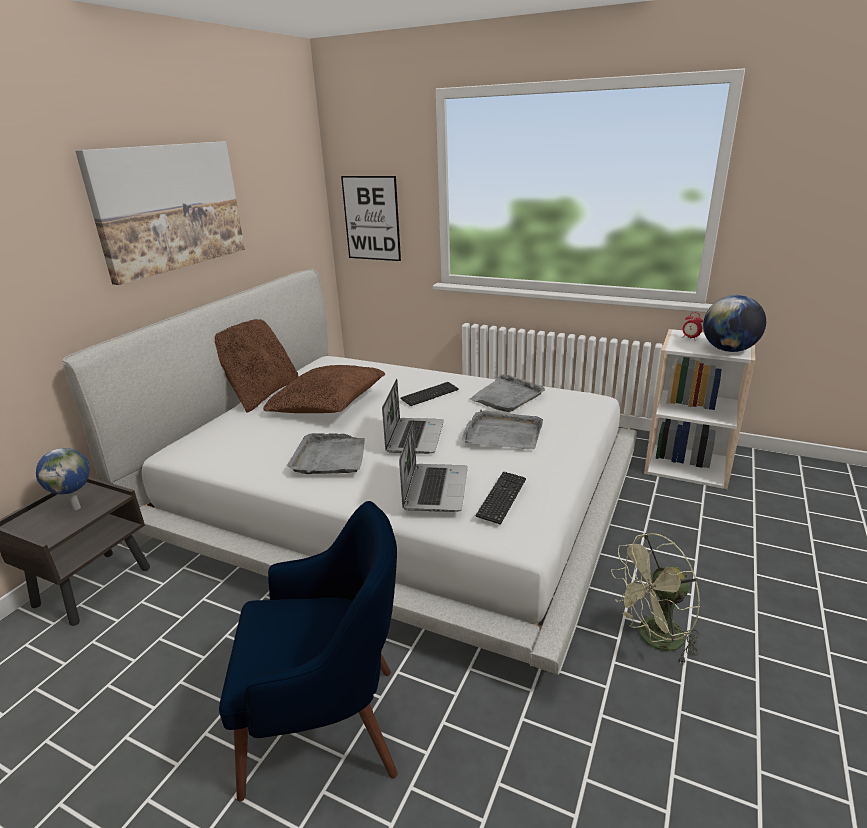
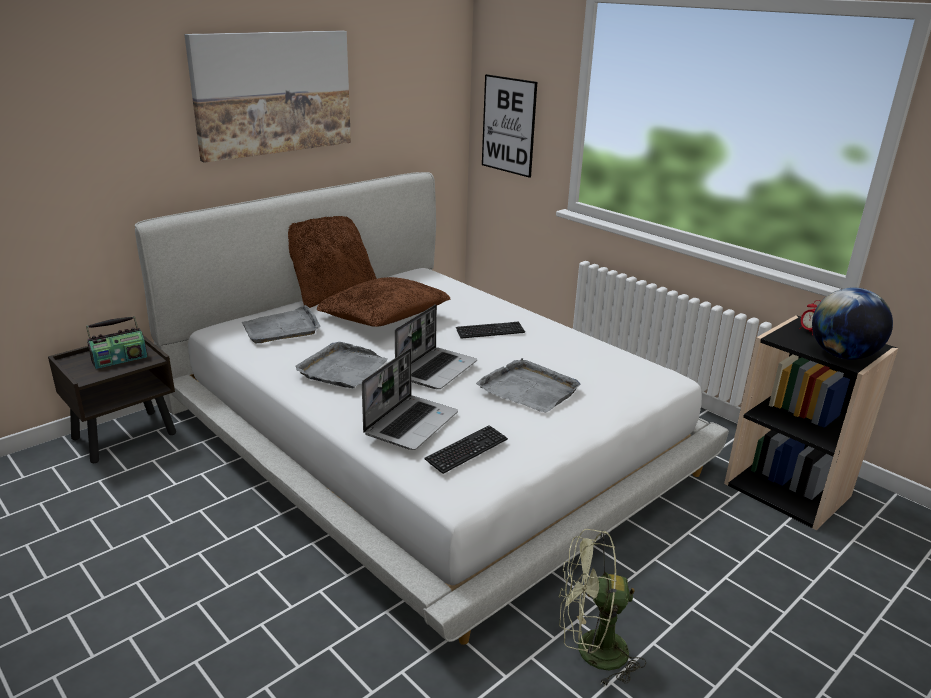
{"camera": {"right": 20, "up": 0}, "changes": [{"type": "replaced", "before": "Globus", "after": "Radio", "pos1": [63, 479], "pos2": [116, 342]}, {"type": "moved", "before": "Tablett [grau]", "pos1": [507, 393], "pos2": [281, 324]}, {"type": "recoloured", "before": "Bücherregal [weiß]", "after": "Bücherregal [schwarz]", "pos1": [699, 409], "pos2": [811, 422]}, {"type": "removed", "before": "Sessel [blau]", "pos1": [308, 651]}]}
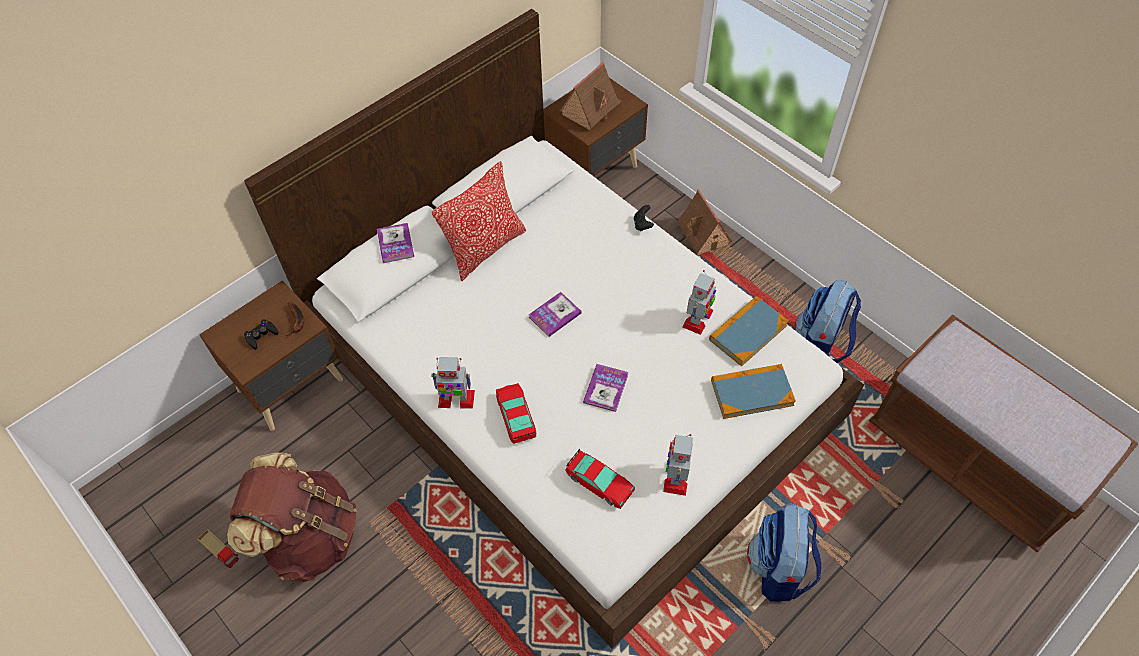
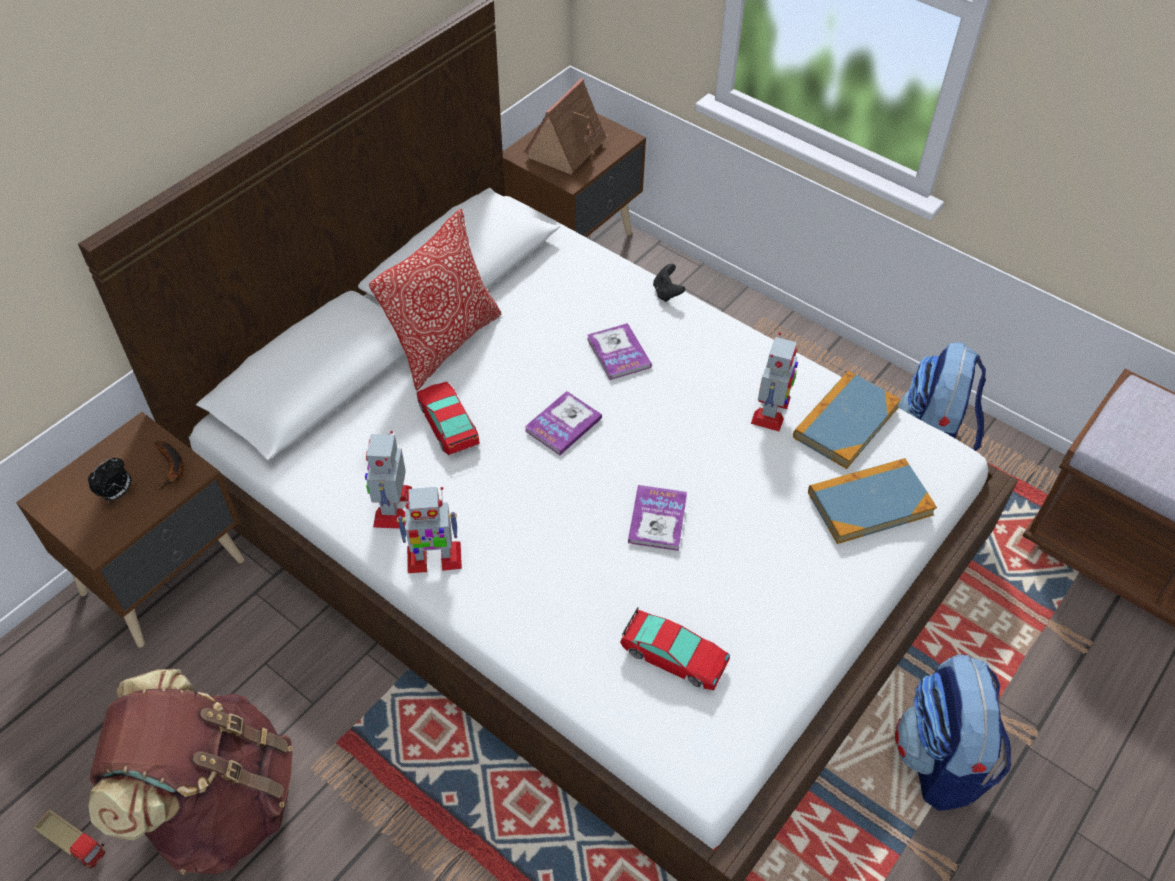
{"camera": {"right": -10, "up": -5}, "changes": [{"type": "replaced", "before": "Gamepad [schwarz]", "after": "Wecker", "pos1": [261, 334], "pos2": [109, 480]}, {"type": "moved", "before": "Spielzeugroboter", "pos1": [678, 465], "pos2": [388, 480]}, {"type": "moved", "before": "Spielzeugauto", "pos1": [516, 413], "pos2": [448, 418]}, {"type": "moved", "before": "Buch", "pos1": [395, 243], "pos2": [619, 351]}, {"type": "removed", "before": "Spielzeughaus", "pos1": [705, 222]}]}
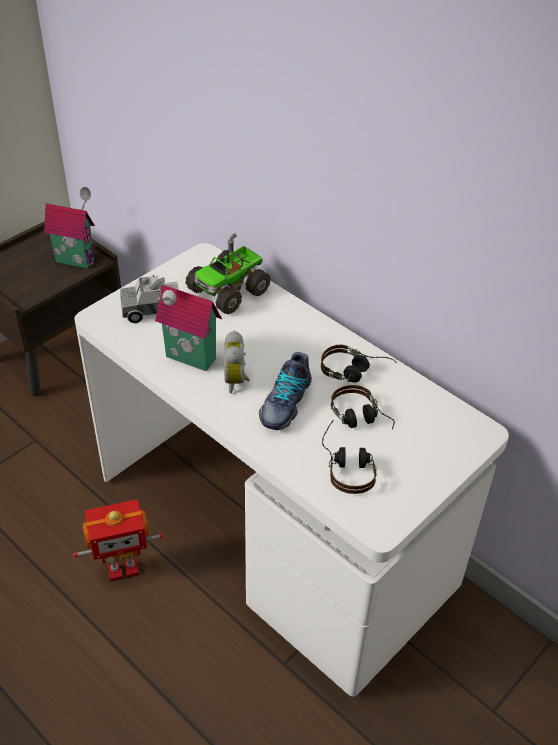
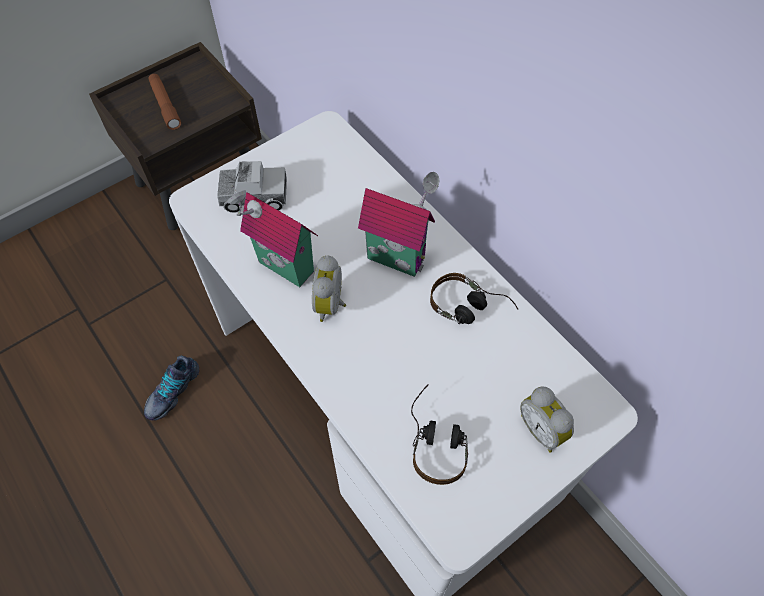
{"camera": {"right": 10, "up": 15}, "changes": [{"type": "moved", "before": "Schuh", "pos1": [285, 391], "pos2": [171, 388]}, {"type": "added", "after": "Taschenlampe [braun]", "pos2": [165, 102]}, {"type": "moved", "before": "Spielzeughaus", "pos1": [69, 227], "pos2": [399, 224]}, {"type": "added", "after": "Wecker", "pos2": [547, 419]}, {"type": "removed", "before": "Spielzeugroboter", "pos1": [118, 540]}, {"type": "removed", "before": "Spielzeuglaster", "pos1": [228, 273]}, {"type": "removed", "before": "Kopfhörer", "pos1": [363, 407]}]}
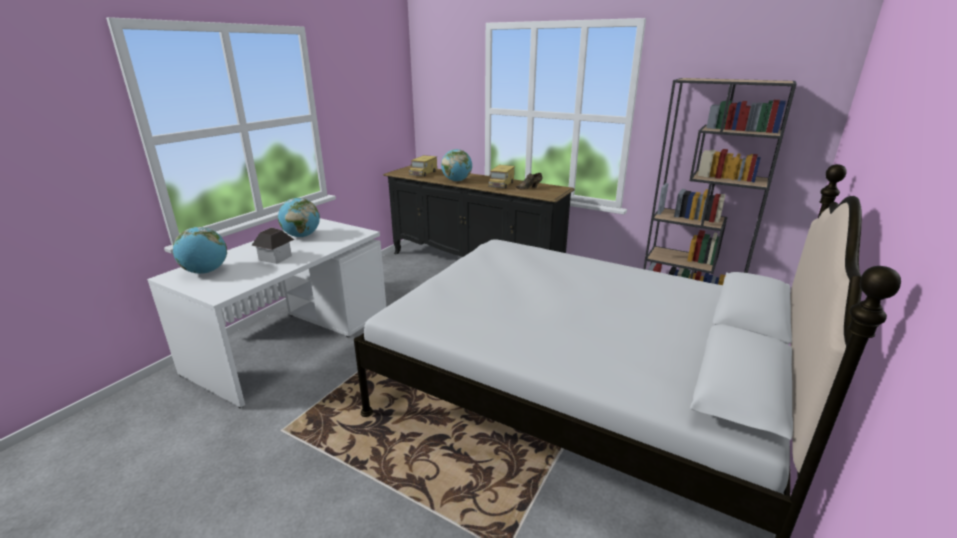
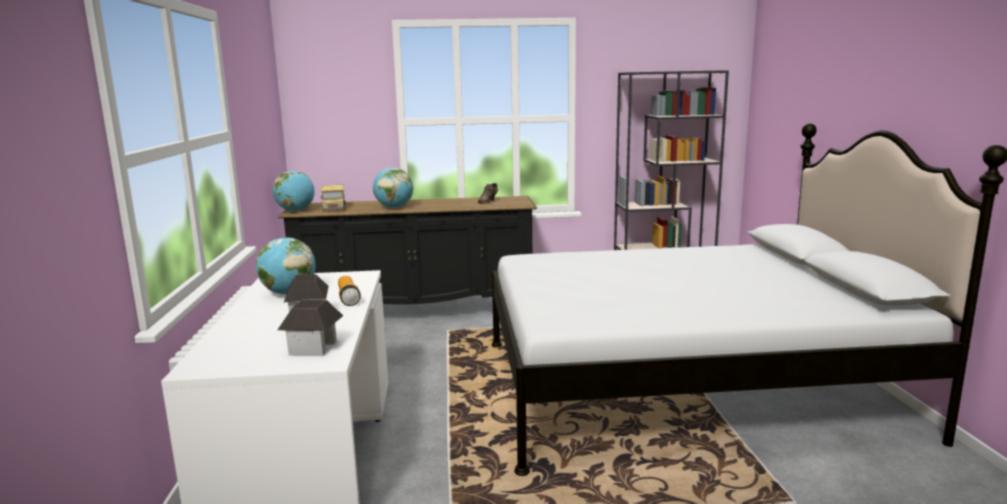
{"camera": {"right": -35, "up": -10}, "changes": [{"type": "moved", "before": "Globus", "pos1": [200, 250], "pos2": [294, 191]}, {"type": "added", "after": "Spielzeughaus", "pos2": [310, 327]}, {"type": "added", "after": "Taschenlampe", "pos2": [349, 291]}, {"type": "removed", "before": "Spielzeuglaster", "pos1": [501, 176]}]}
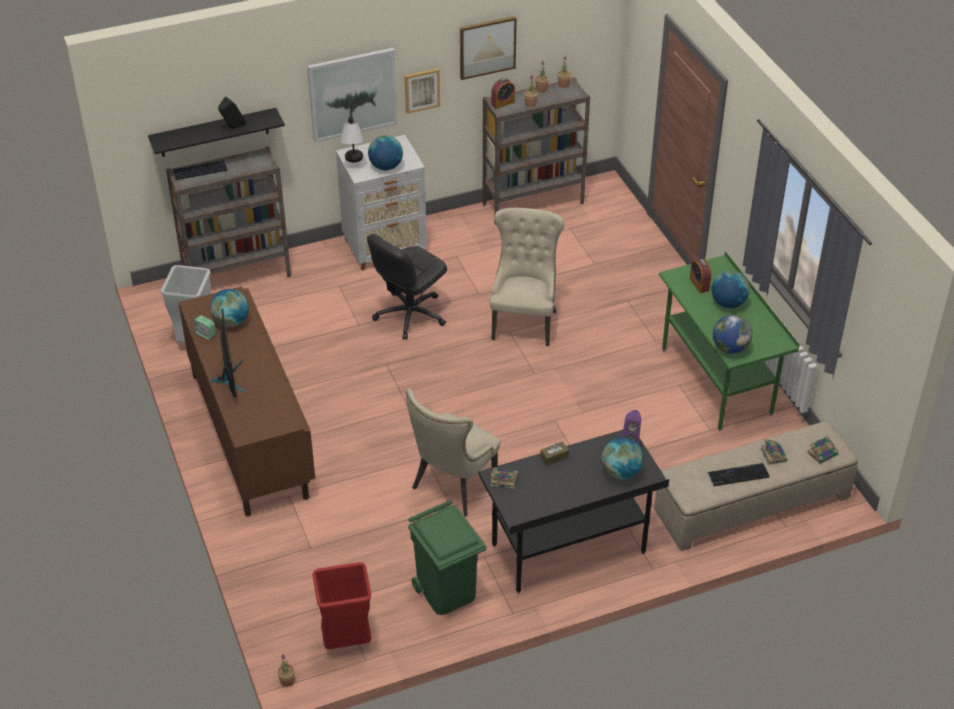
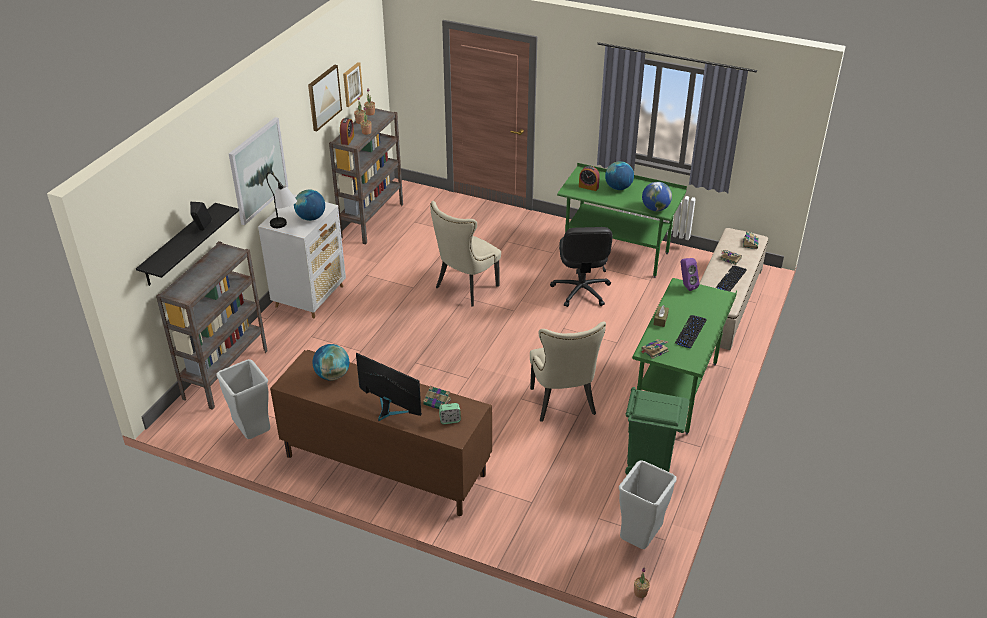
{"camera": {"right": -45, "up": -5}, "changes": [{"type": "moved", "before": "Bild", "pos1": [422, 91], "pos2": [353, 84]}, {"type": "added", "after": "Buch", "pos2": [437, 397]}, {"type": "turned", "before": "Stuhl [beige]", "pos1": [527, 277], "pos2": [465, 254], "turn": -105}, {"type": "moved", "before": "Wecker", "pos1": [204, 327], "pos2": [450, 413]}, {"type": "moved", "before": "Bürostuhl [schwarz]", "pos1": [407, 287], "pos2": [581, 267]}, {"type": "recoloured", "before": "Mülleimer [rot]", "after": "Mülleimer [grau]", "pos1": [342, 605], "pos2": [648, 504]}, {"type": "recoloured", "before": "Schreibtisch [schwarz]", "after": "Schreibtisch [grün]", "pos1": [573, 512], "pos2": [684, 356]}, {"type": "moved", "before": "Tastatur", "pos1": [200, 170], "pos2": [691, 332]}, {"type": "removed", "before": "Globus", "pos1": [622, 458]}]}
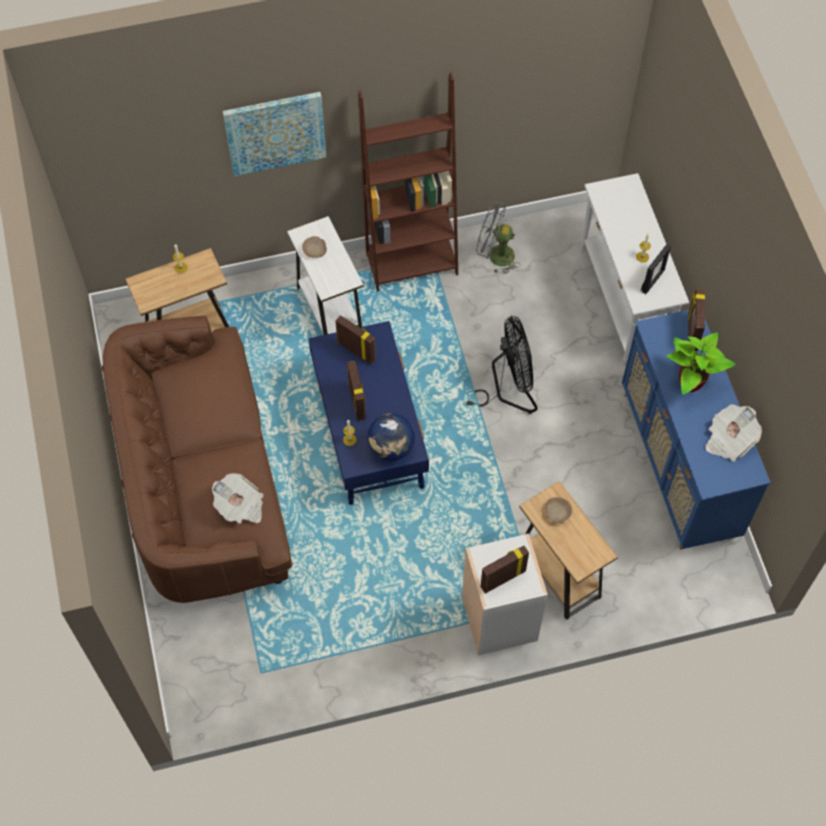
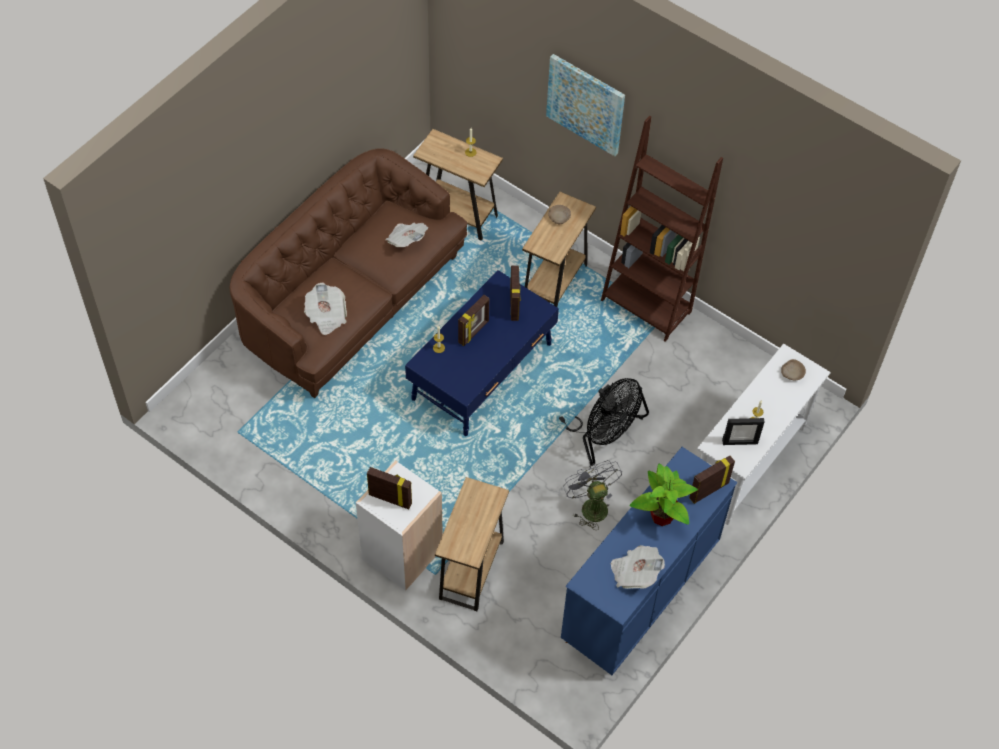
{"camera": {"right": 50, "up": -5}, "changes": [{"type": "added", "after": "Zeitung", "pos2": [406, 235]}, {"type": "recoloured", "before": "Beistelltisch [weiß]", "after": "Beistelltisch [braun]", "pos1": [325, 275], "pos2": [559, 249]}, {"type": "moved", "before": "Ventilator [grau]", "pos1": [498, 237], "pos2": [592, 495]}, {"type": "moved", "before": "Schüssel [beige]", "pos1": [558, 510], "pos2": [793, 369]}, {"type": "removed", "before": "Globus", "pos1": [391, 437]}]}
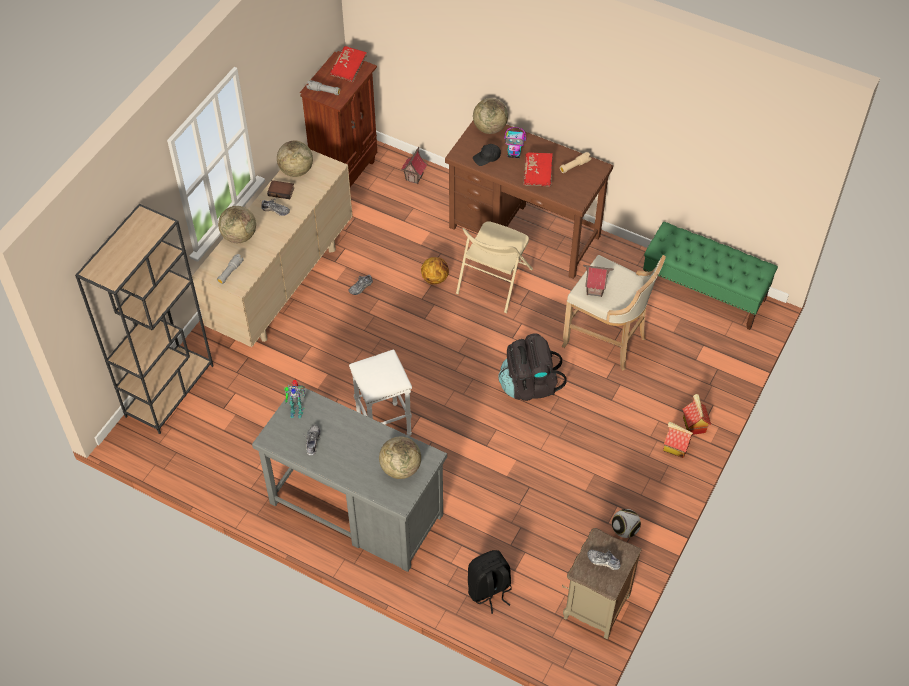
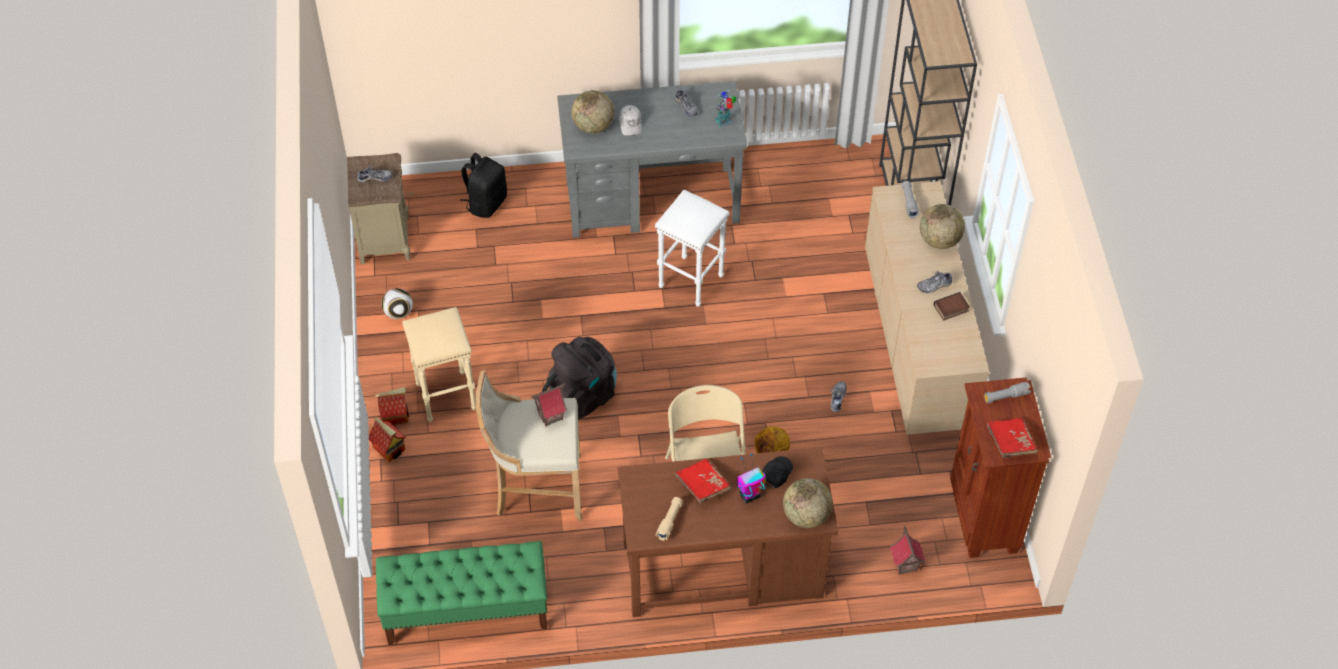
{"camera": {"right": 145, "up": 0}, "changes": [{"type": "added", "after": "Hocker [beige]", "pos2": [439, 364]}, {"type": "added", "after": "Kappe [weiß]", "pos2": [630, 120]}, {"type": "removed", "before": "Globus", "pos1": [295, 159]}]}
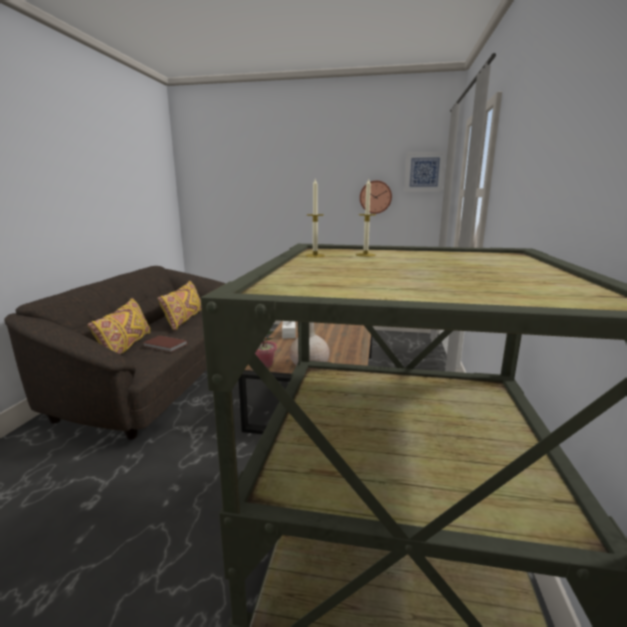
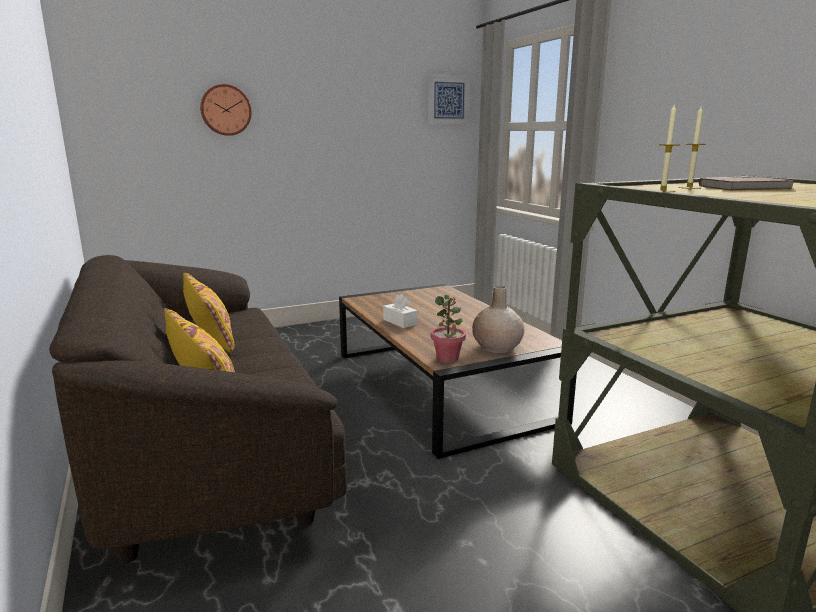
{"camera": {"right": -35, "up": 0}, "changes": [{"type": "moved", "before": "Wanduhr", "pos1": [376, 197], "pos2": [225, 110]}, {"type": "moved", "before": "Buch [braun]", "pos1": [165, 343], "pos2": [747, 183]}]}
